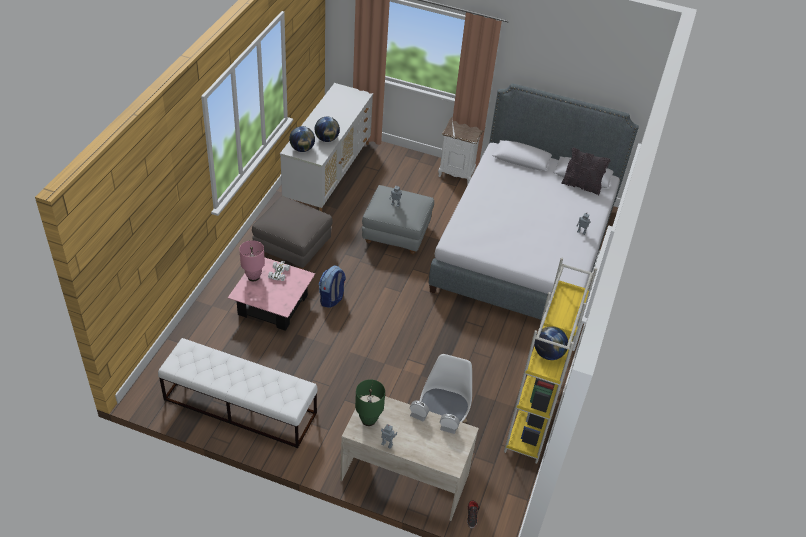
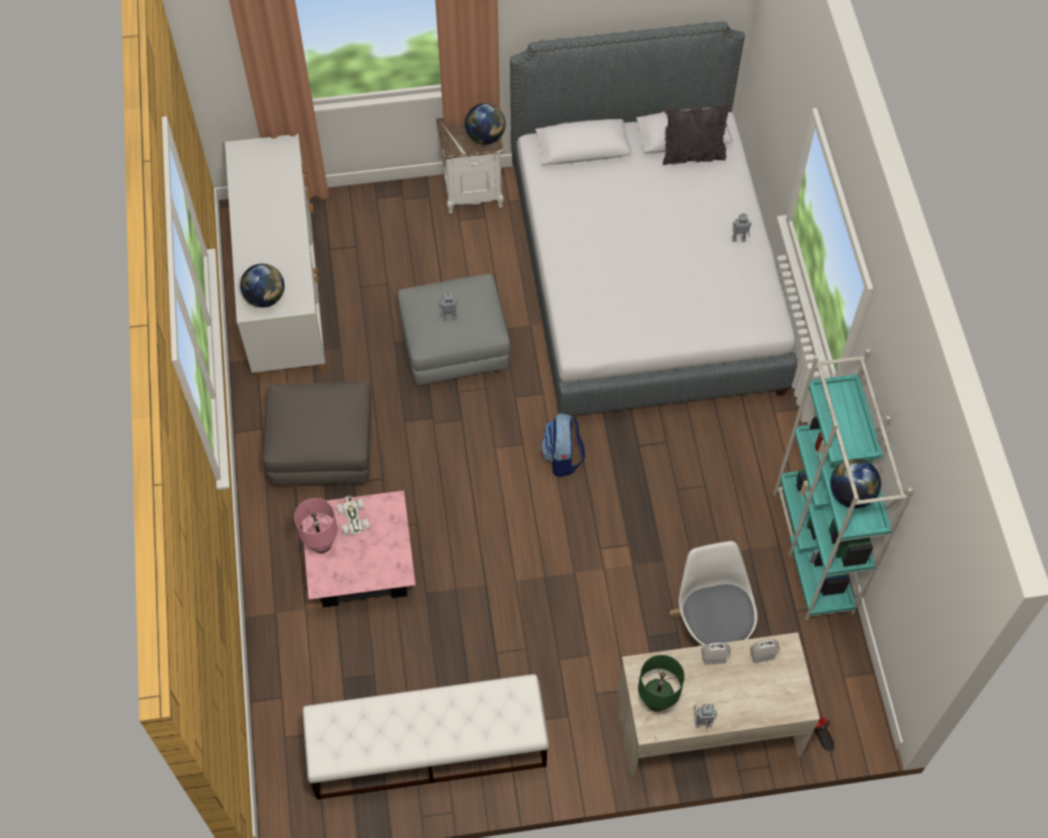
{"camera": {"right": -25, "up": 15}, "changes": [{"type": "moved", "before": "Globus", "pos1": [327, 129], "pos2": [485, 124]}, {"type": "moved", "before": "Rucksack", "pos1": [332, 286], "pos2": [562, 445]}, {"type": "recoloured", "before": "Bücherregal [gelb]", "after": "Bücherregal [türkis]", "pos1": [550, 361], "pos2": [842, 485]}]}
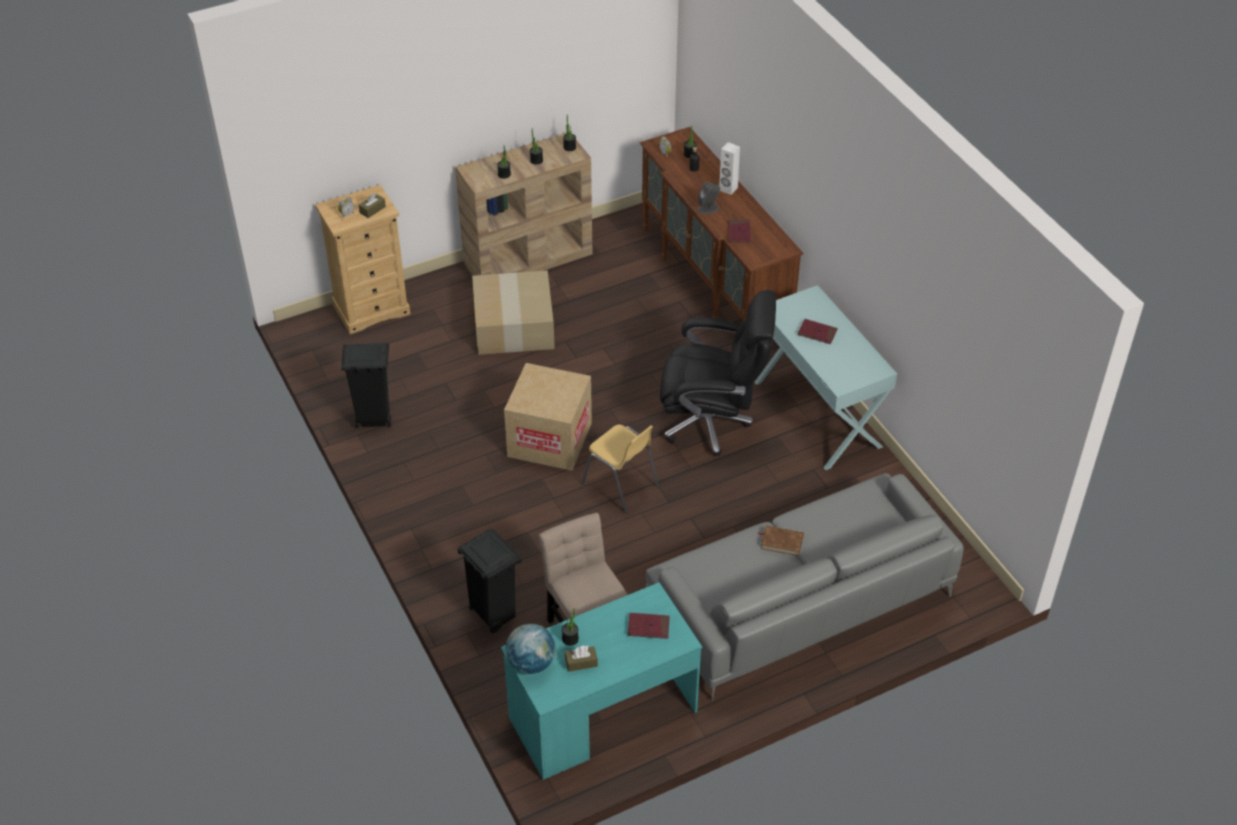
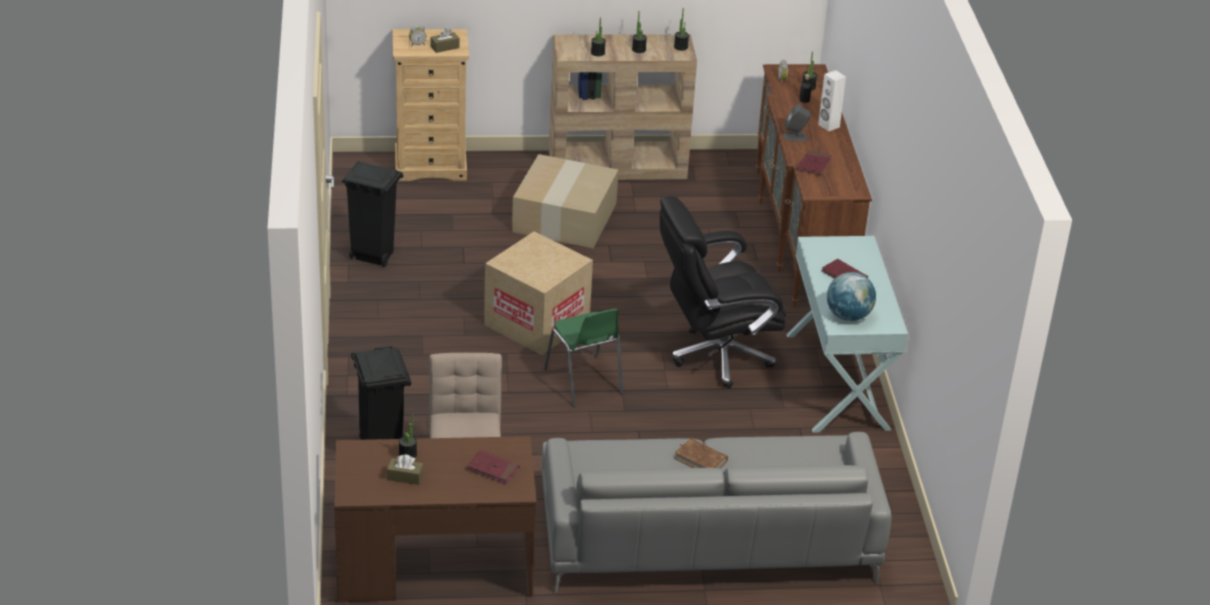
{"camera": {"right": 20, "up": -10}, "changes": [{"type": "recoloured", "before": "Schreibtisch [türkis]", "after": "Schreibtisch [braun]", "pos1": [601, 681], "pos2": [435, 519]}, {"type": "recoloured", "before": "Stuhl [gelb]", "after": "Stuhl [grün]", "pos1": [620, 468], "pos2": [583, 358]}, {"type": "turned", "before": "Bürostuhl [schwarz]", "pos1": [718, 373], "pos2": [723, 292], "turn": 135}, {"type": "moved", "before": "Globus", "pos1": [531, 649], "pos2": [851, 296]}]}
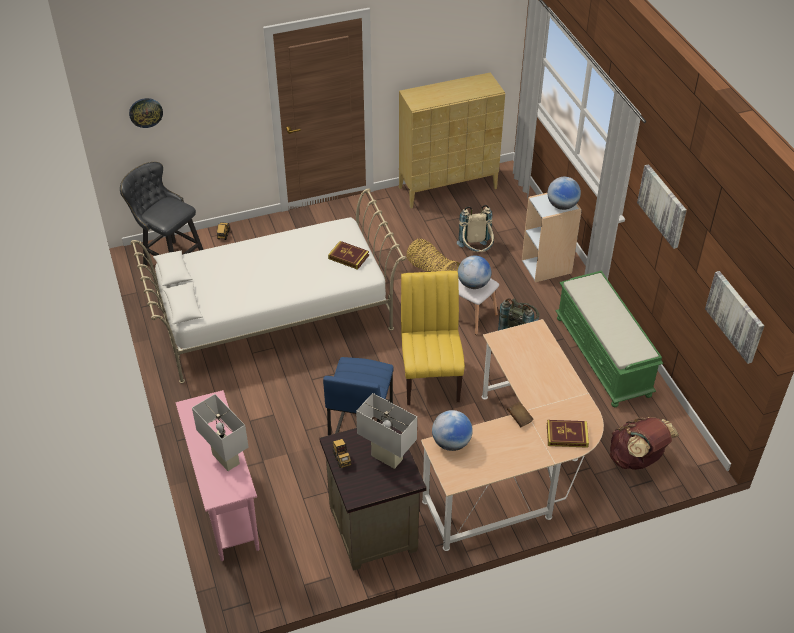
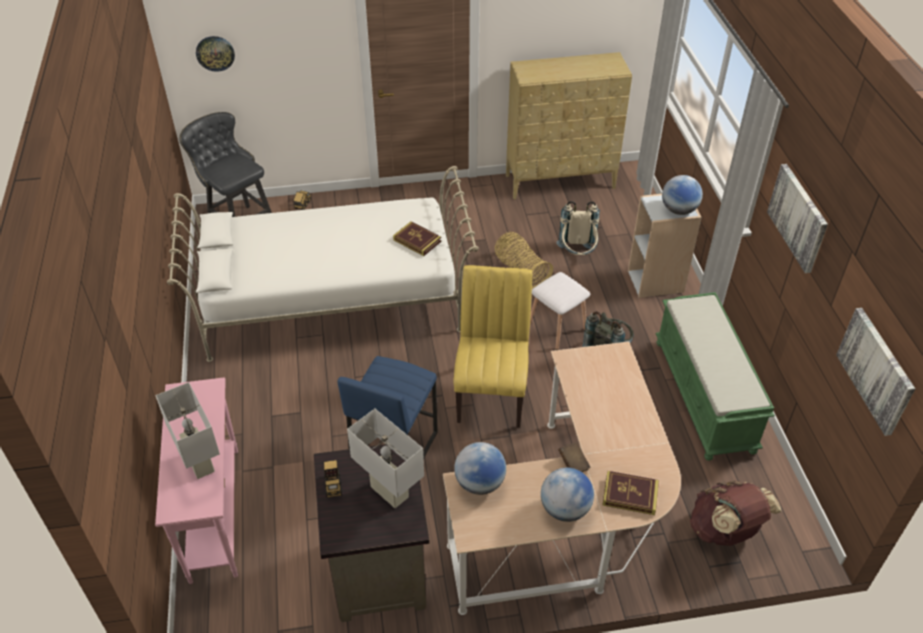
{"camera": {"right": 10, "up": 0}, "changes": [{"type": "moved", "before": "Globus", "pos1": [474, 272], "pos2": [567, 495]}]}
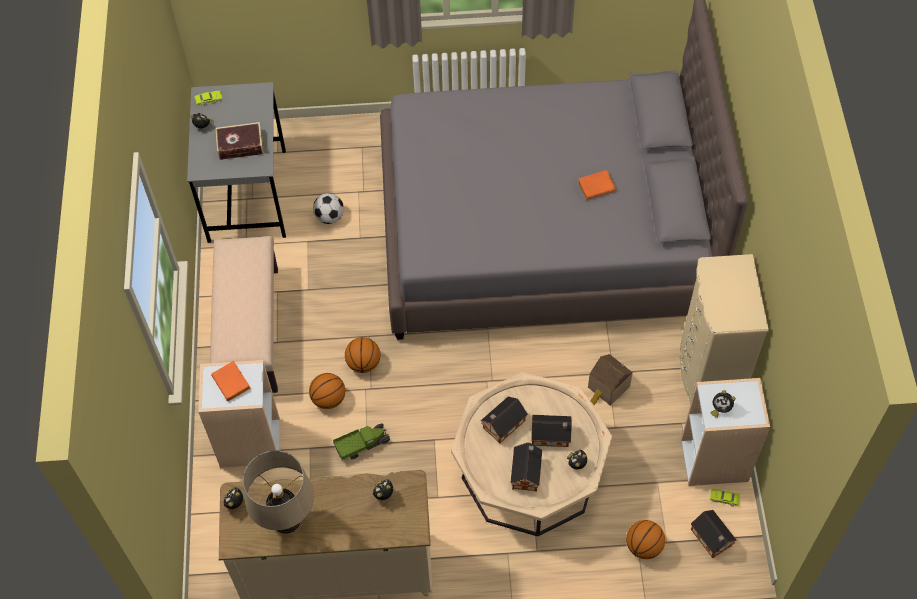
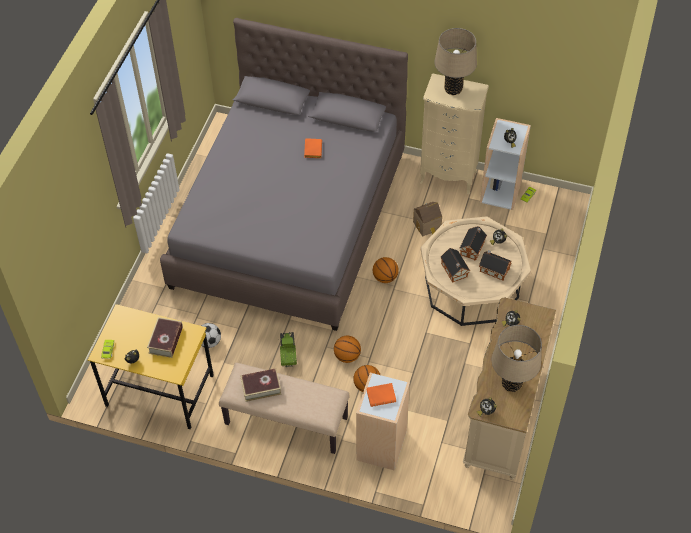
{"camera": {"right": -70, "up": -5}, "changes": [{"type": "recoloured", "before": "Schreibtisch [grau]", "after": "Schreibtisch [gelb]", "pos1": [236, 162], "pos2": [151, 366]}, {"type": "added", "after": "Buch", "pos2": [260, 385]}, {"type": "moved", "before": "Spielzeuglaster", "pos1": [361, 441], "pos2": [288, 349]}, {"type": "moved", "before": "Basketball", "pos1": [645, 539], "pos2": [386, 270]}, {"type": "added", "after": "Tischlampe [beige]", "pos2": [455, 61]}, {"type": "removed", "before": "Spielzeughaus", "pos1": [714, 534]}]}
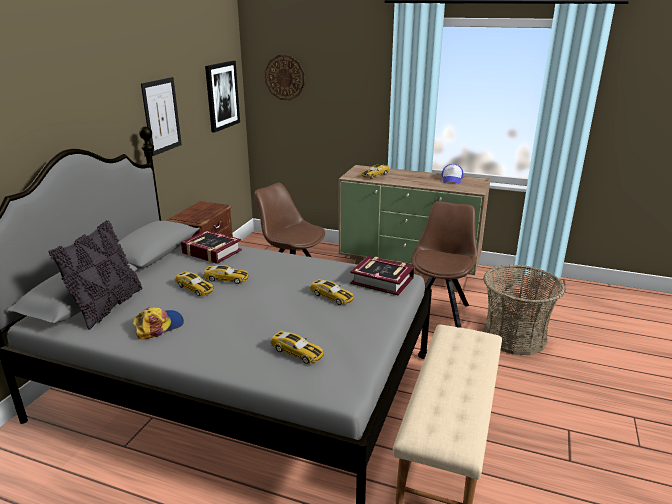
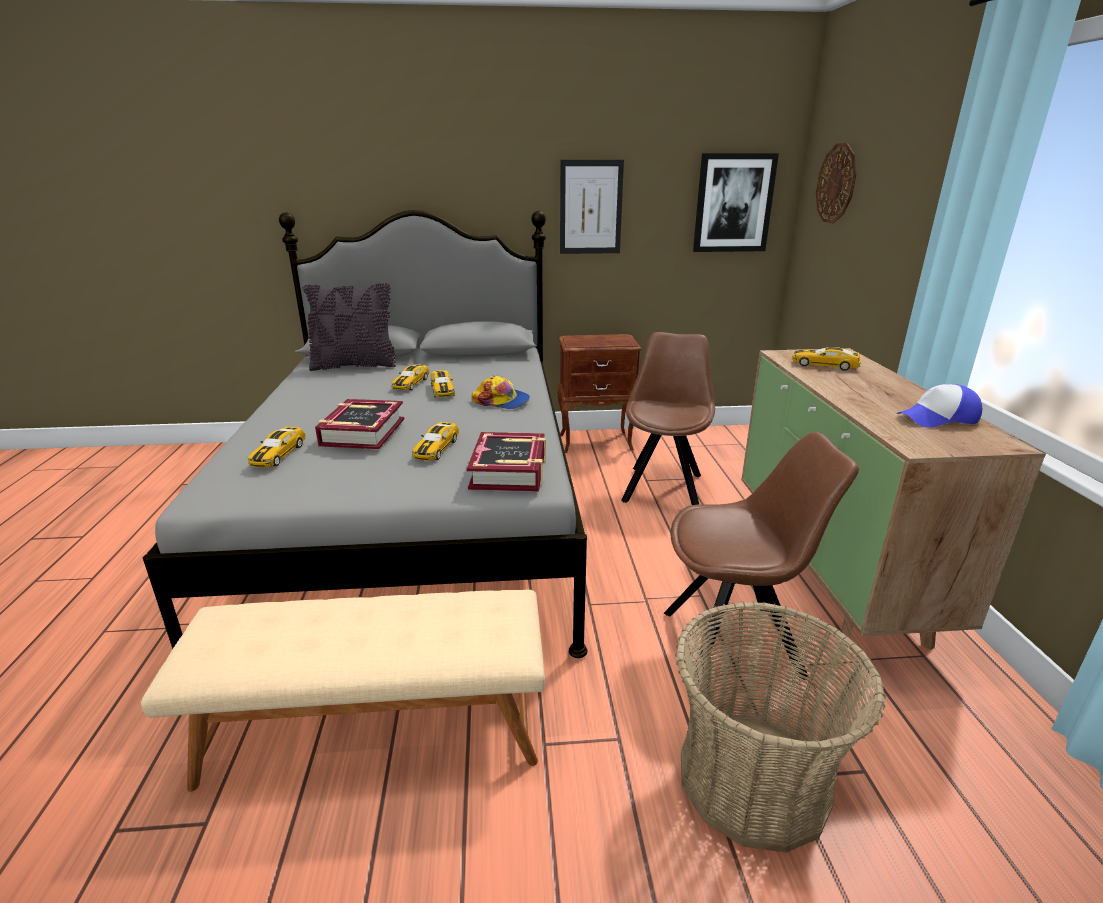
{"camera": {"right": 65, "up": 0}, "changes": [{"type": "moved", "before": "Buch", "pos1": [211, 247], "pos2": [359, 424]}, {"type": "moved", "before": "Kappe", "pos1": [158, 323], "pos2": [501, 392]}]}
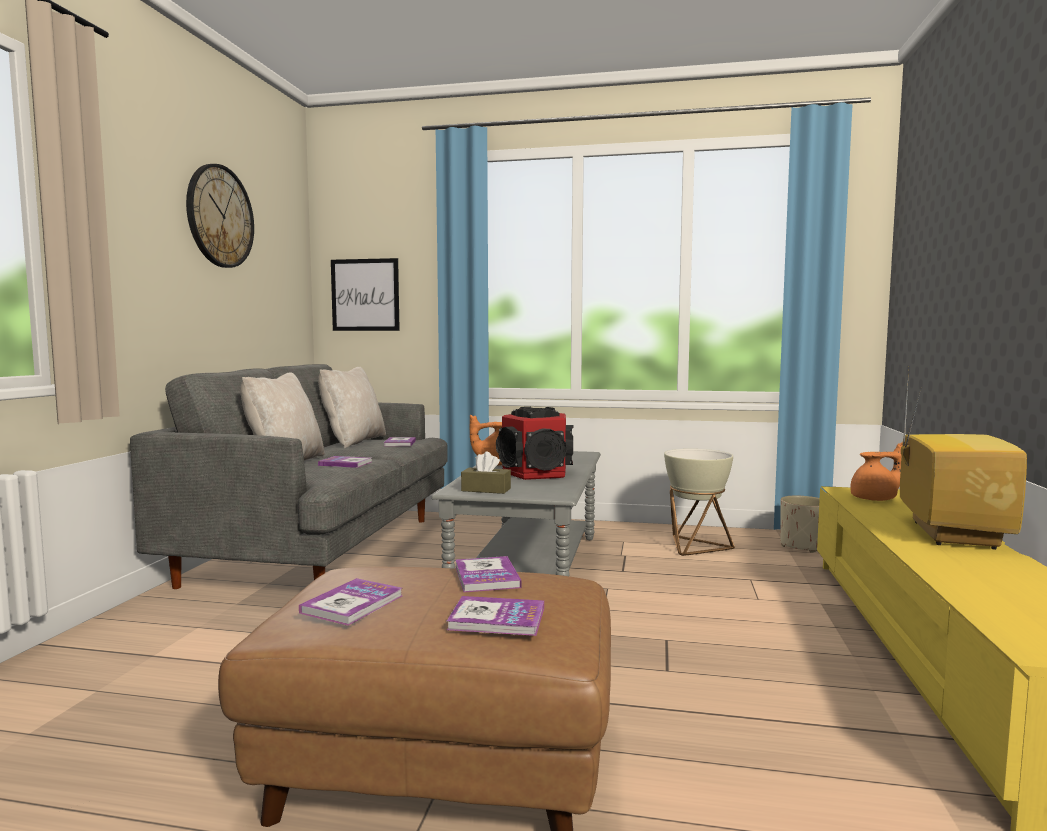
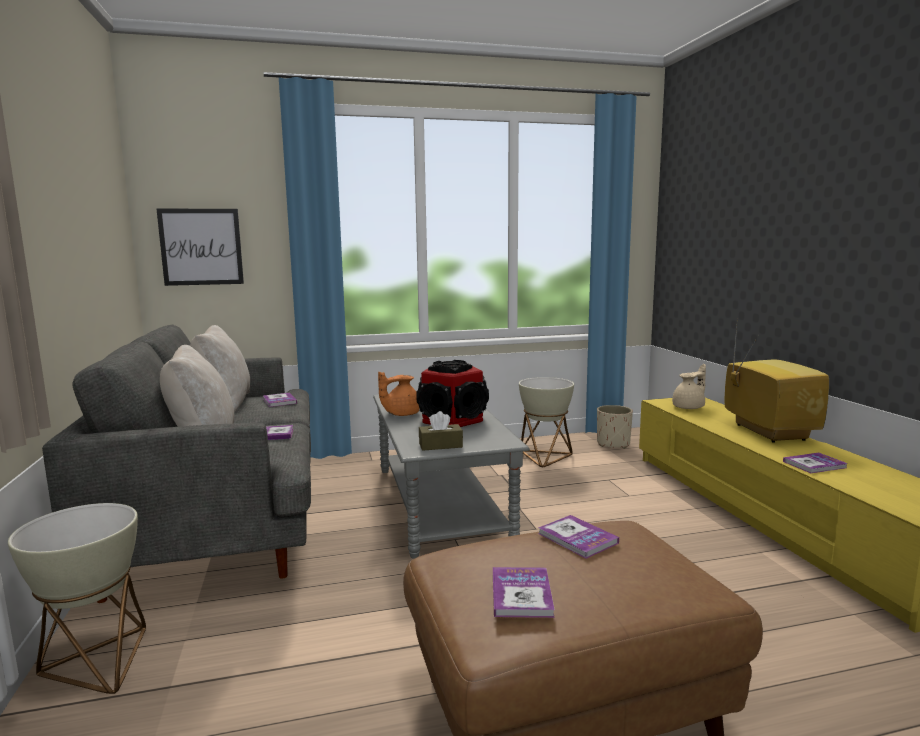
{"camera": {"right": -25, "up": 5}, "changes": [{"type": "added", "after": "Pflanzkübel", "pos2": [77, 598]}, {"type": "recoloured", "before": "Teekanne [orange]", "after": "Teekanne [beige]", "pos1": [876, 471], "pos2": [689, 386]}, {"type": "moved", "before": "Buch", "pos1": [495, 616], "pos2": [815, 463]}, {"type": "removed", "before": "Wanduhr", "pos1": [220, 216]}]}
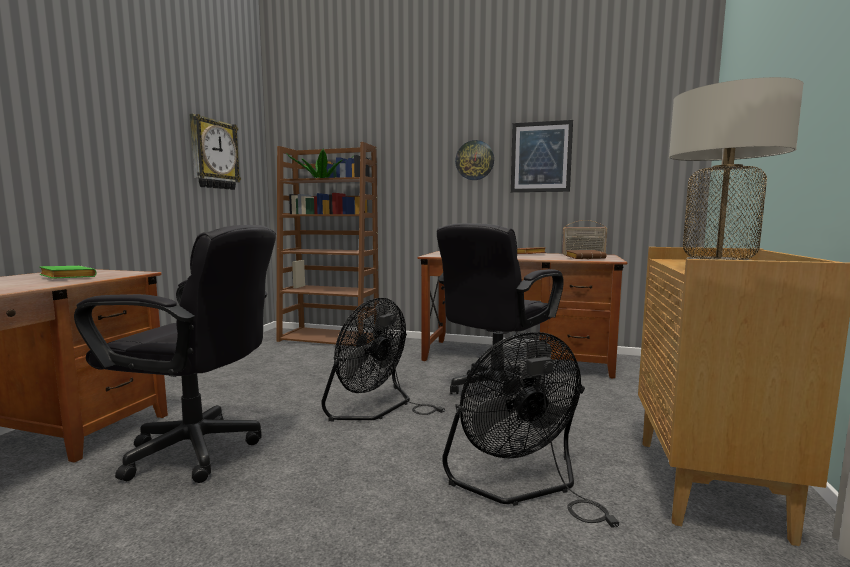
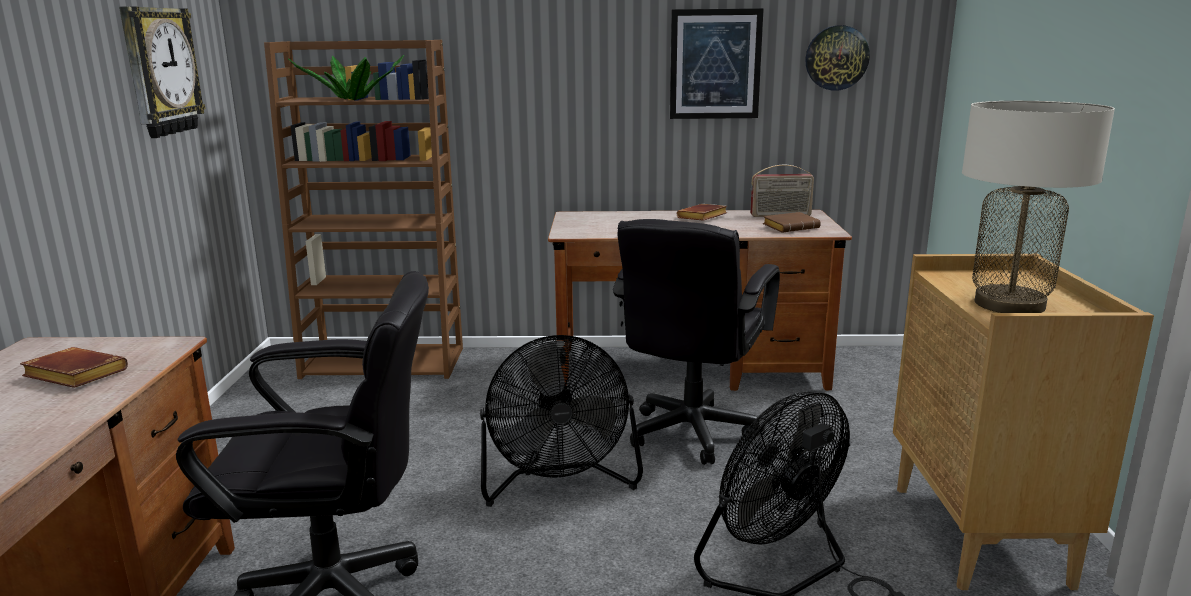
{"camera": {"right": -15, "up": 10}, "changes": [{"type": "recoloured", "before": "Buch [grün]", "after": "Buch [braun]", "pos1": [67, 272], "pos2": [74, 367]}, {"type": "turned", "before": "Ventilator [schwarz]", "pos1": [383, 360], "pos2": [561, 421], "turn": -120}, {"type": "moved", "before": "Wanduhr", "pos1": [474, 160], "pos2": [837, 58]}]}
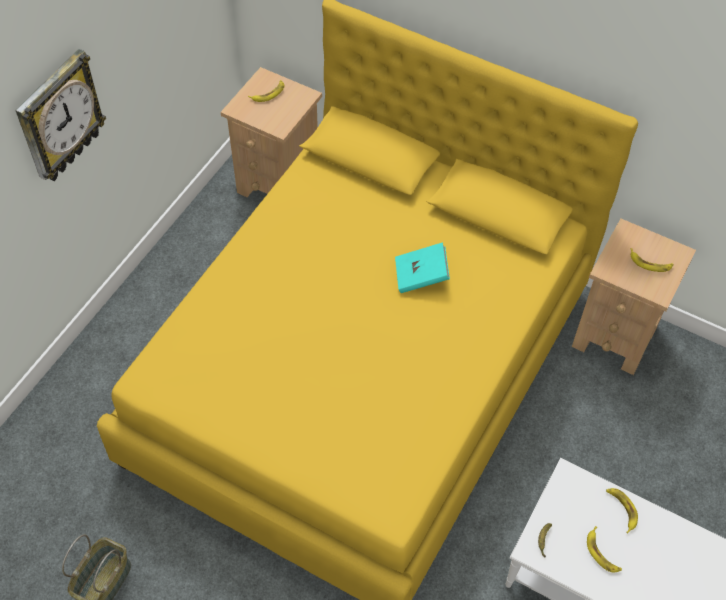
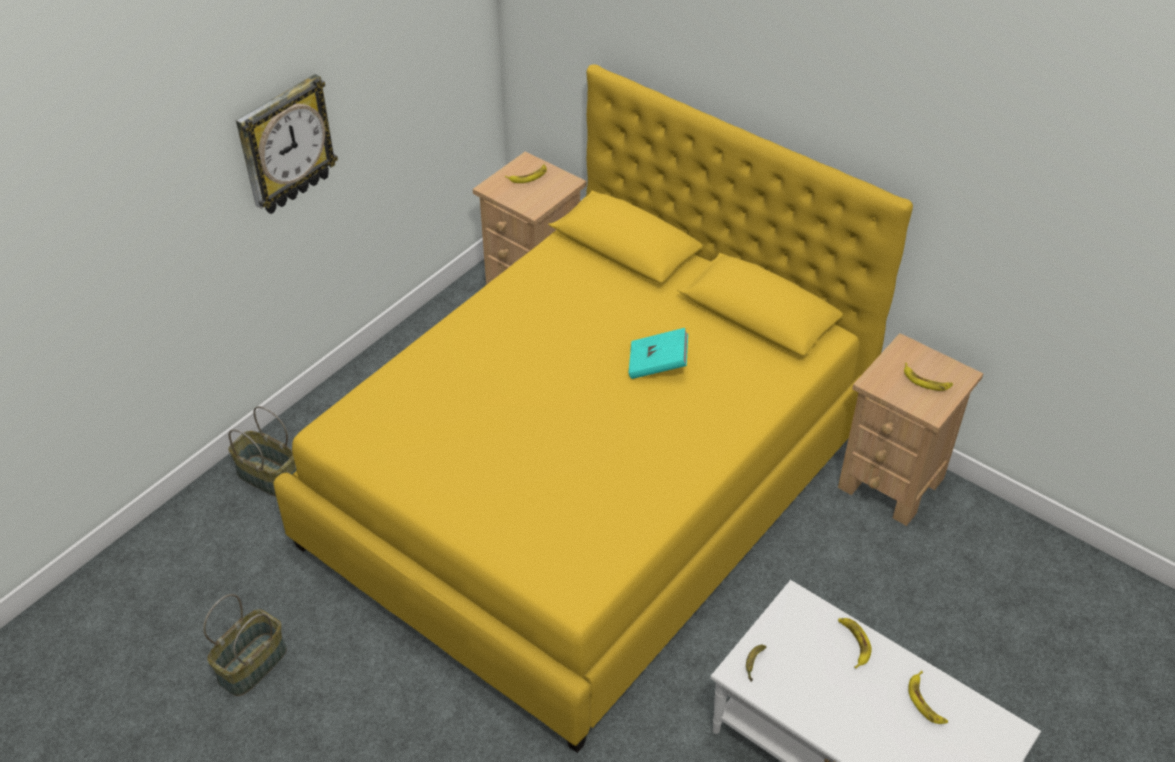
{"camera": {"right": 10, "up": -10}, "changes": [{"type": "added", "after": "Korb", "pos2": [262, 451]}, {"type": "moved", "before": "Banane", "pos1": [604, 549], "pos2": [928, 697]}]}
